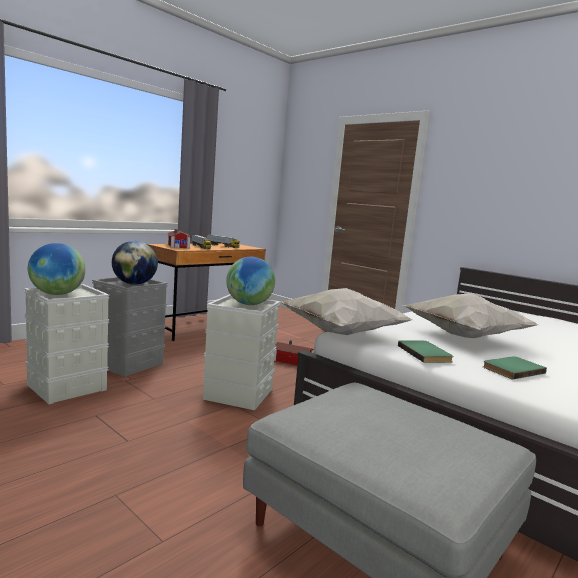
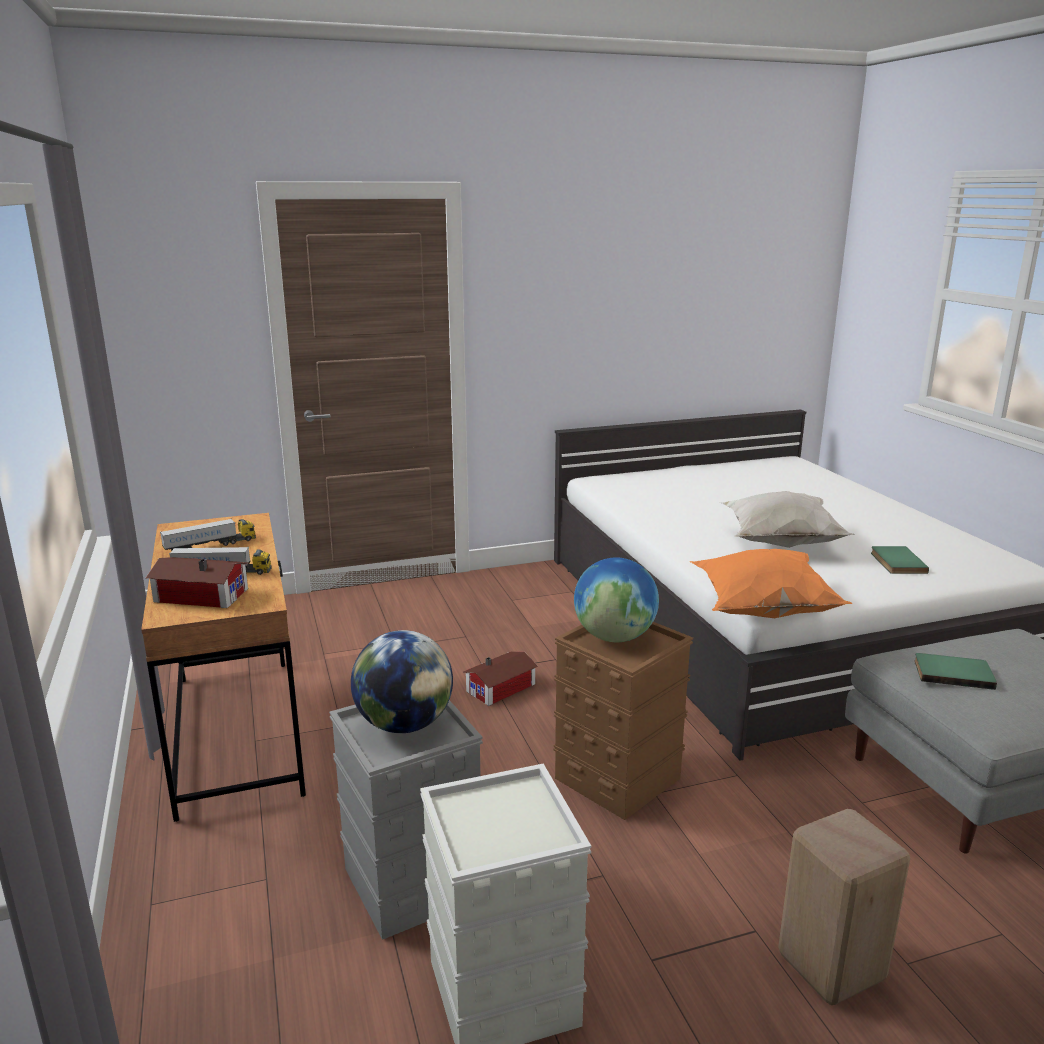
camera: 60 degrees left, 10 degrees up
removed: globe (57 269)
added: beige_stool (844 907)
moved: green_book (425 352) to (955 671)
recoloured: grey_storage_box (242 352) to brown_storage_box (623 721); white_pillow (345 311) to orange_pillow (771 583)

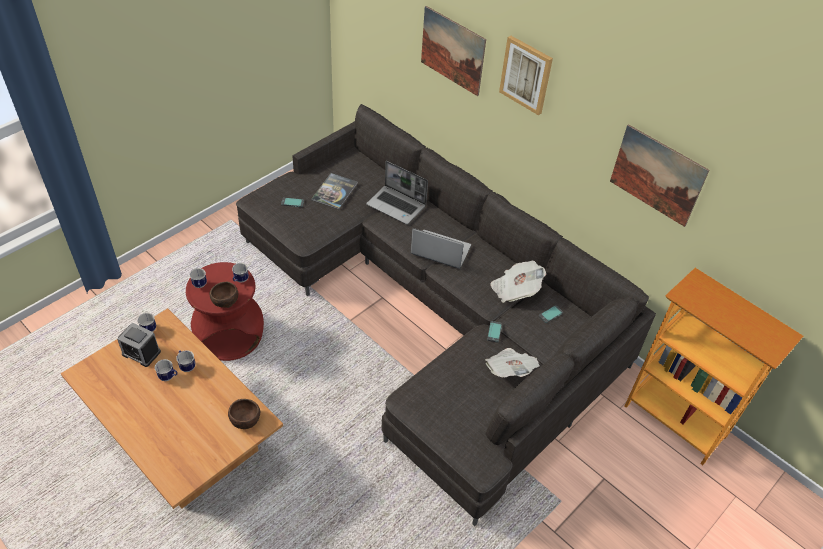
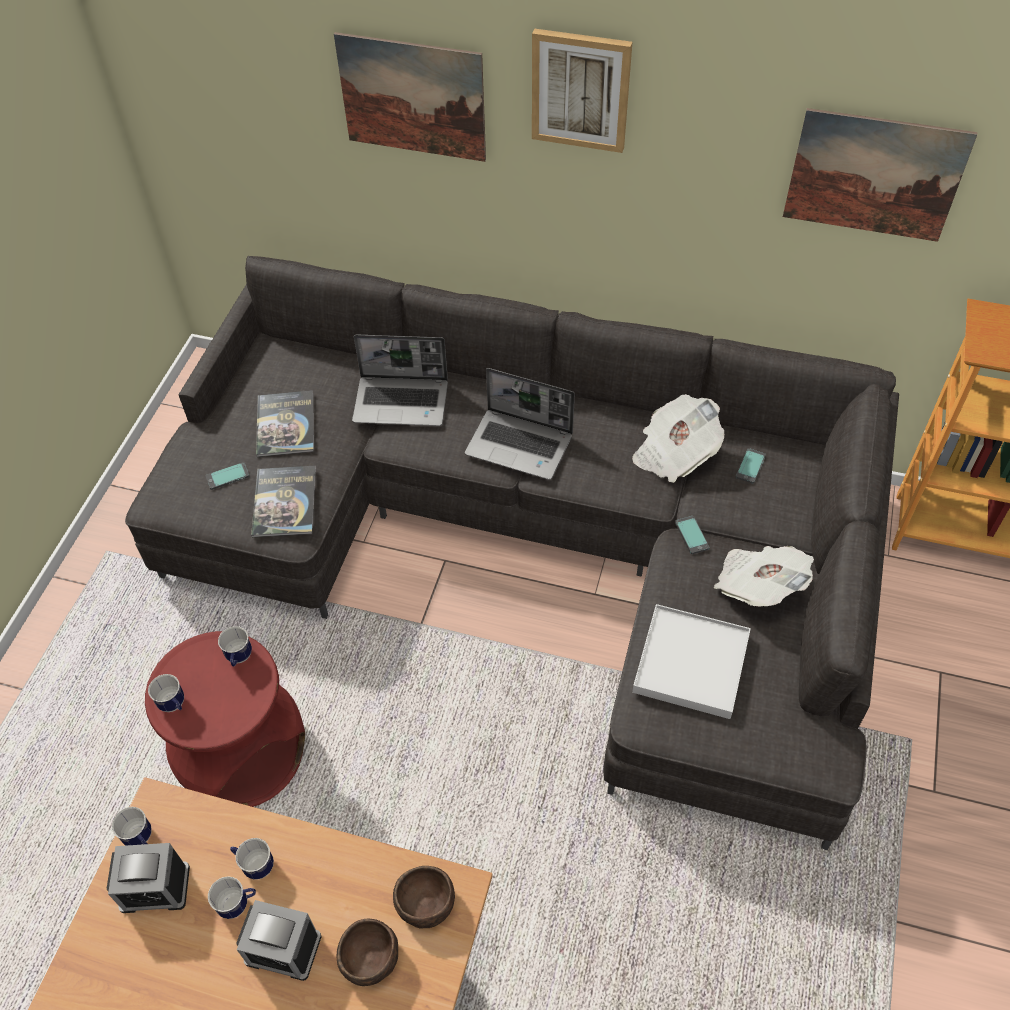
camera: 25 degrees left, 5 degrees up
added: alarm_clock (279 940); book (283 501); white_tray (691 661)
moved: brown_bowl (223 295) to (367 952)
turned: laptop (441 248) = (520 424) 150 degrees counterclockwise

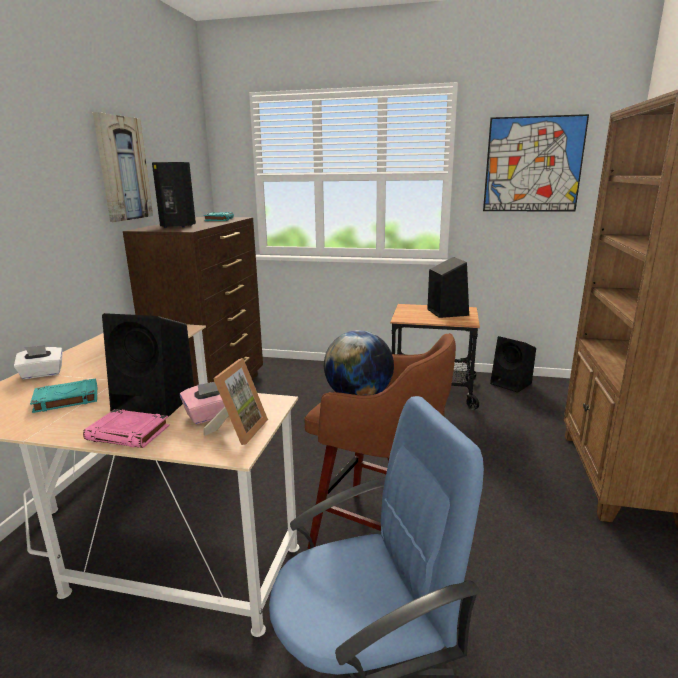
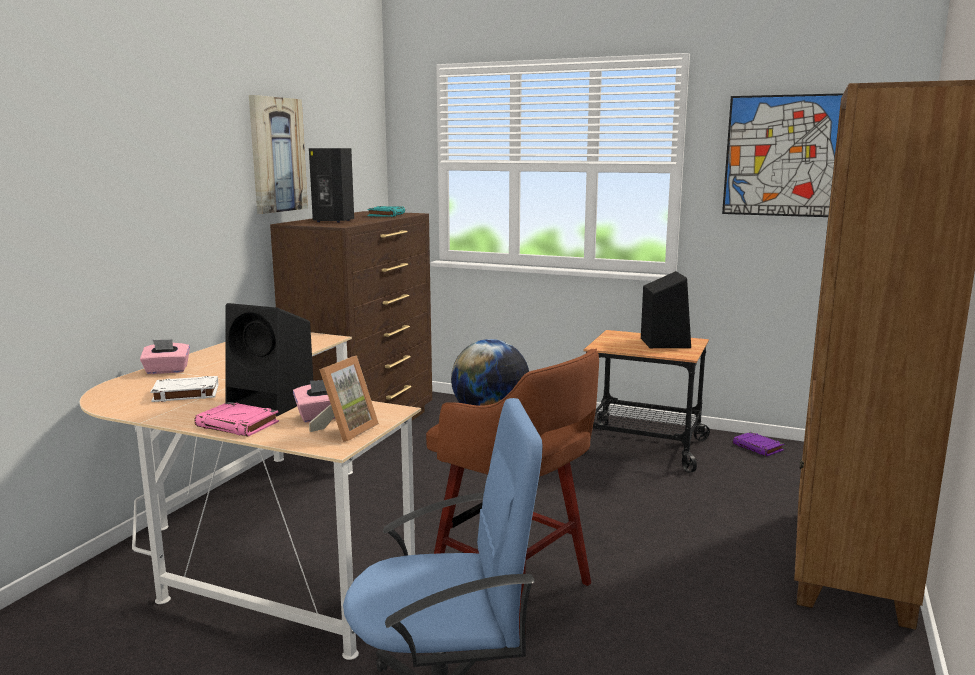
camera: 10 degrees right, 5 degrees down
replaced: black_speaker (513 364) to purple_book (758 444)
recoloured: white_tissue_box (38 362) to pink_tissue_box (165 356); turquoise_book (63 395) to white_book (184 389)

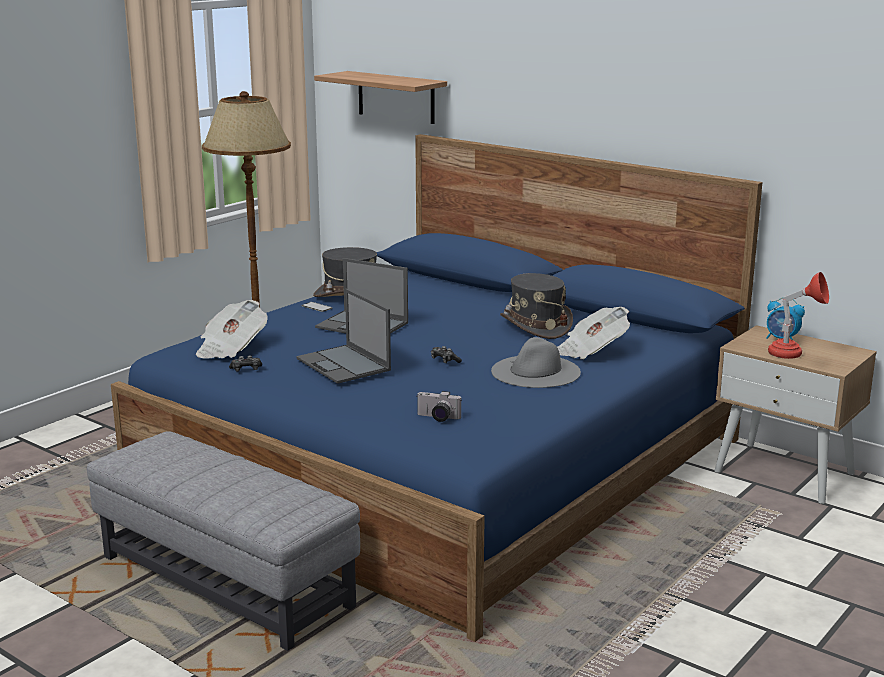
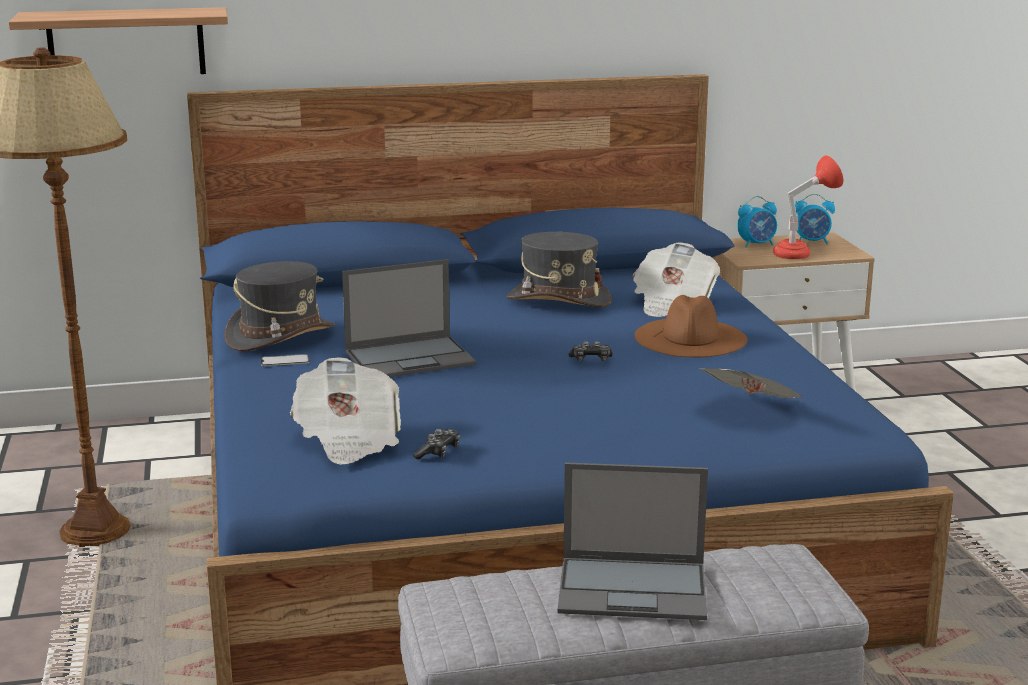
camera: 50 degrees left, 0 degrees up
added: alarm_clock (815 219)
moved: laptop (343 336) to (633 541)
replaced: photo_camera (439 406) to newspaper (749 383)
recoloured: grey_hat (536 362) to brown_hat (691 326)

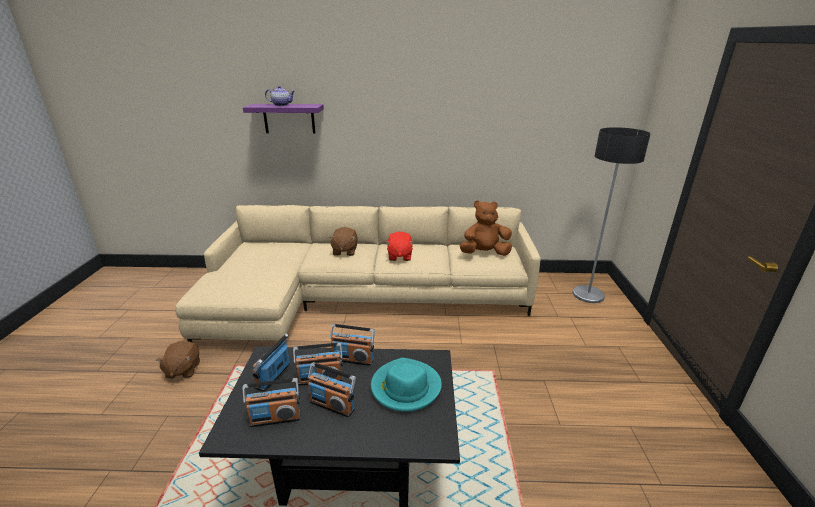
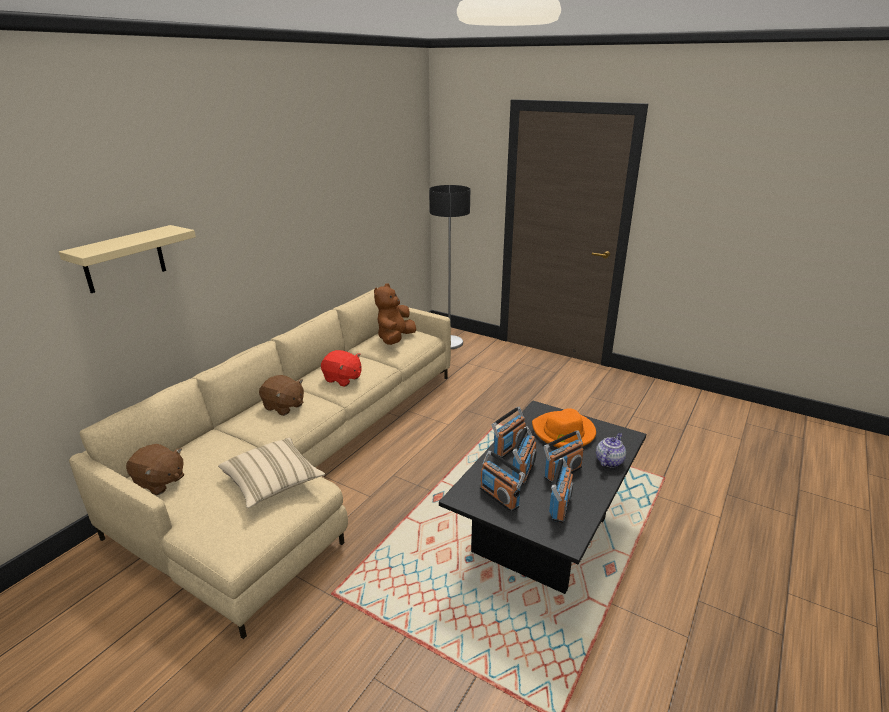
camera: 60 degrees left, 0 degrees up
added: beige_pillow (271 473)
moved: brown_plush_toy (178 360) to (155 469); teapot (280 96) to (611 450)
recoloured: purple_shelf (283 118) to beige_shelf (127 259); turquoise_hat (406 385) to orange_hat (564 428)

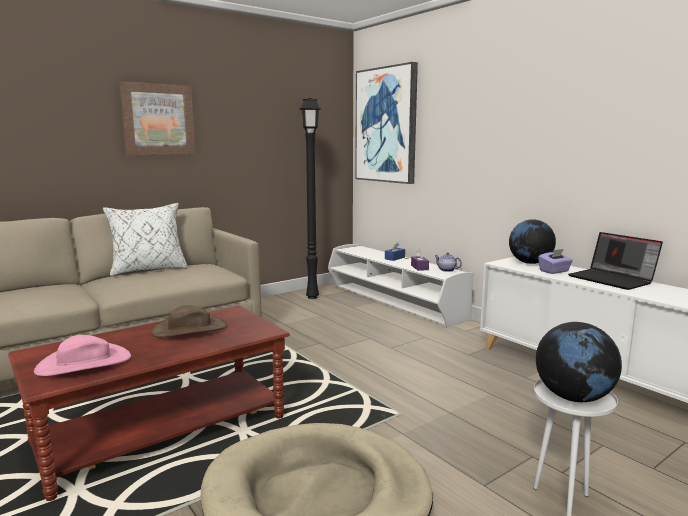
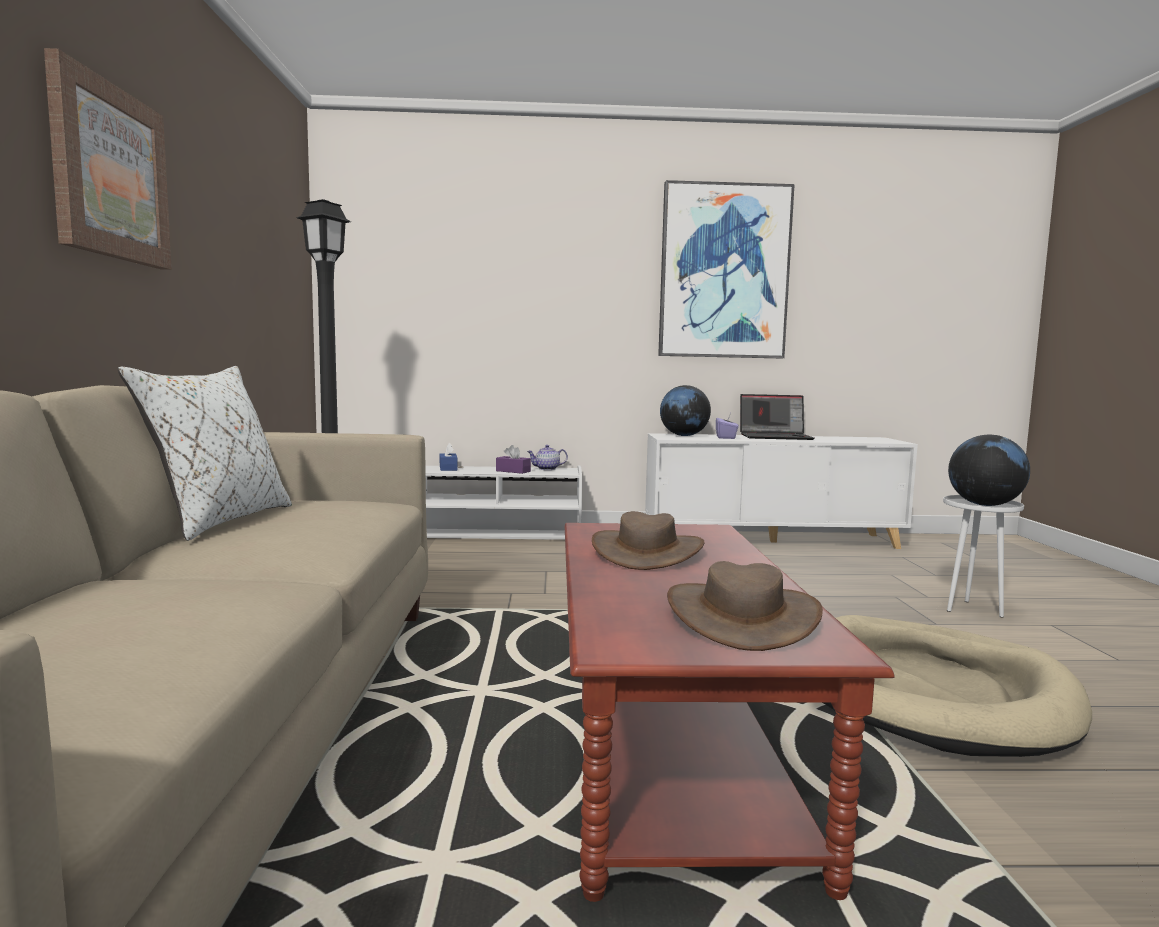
camera: 55 degrees left, 5 degrees down
moved: picture (386 123) to (726 269)
recoloured: pink_hat (82 355) to brown_hat (745 606)

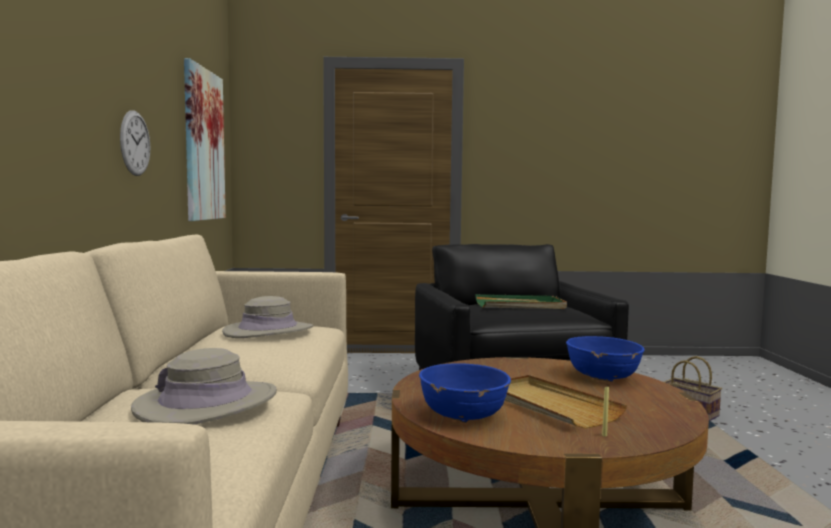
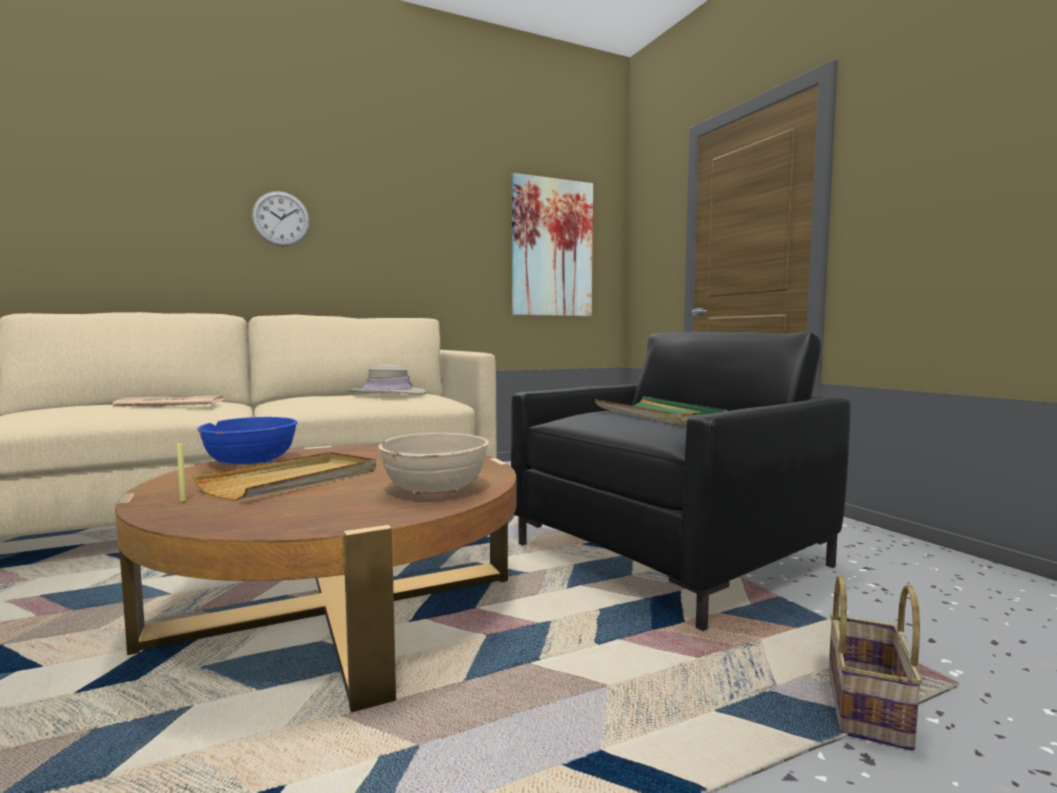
camera: 65 degrees right, 0 degrees up
moved: wall_clock (135 143) to (281 219)
replaced: beige_hat (204 386) to newspaper (167 402)
recoloured: blue_bowl (605 359) to beige_bowl (433 464)

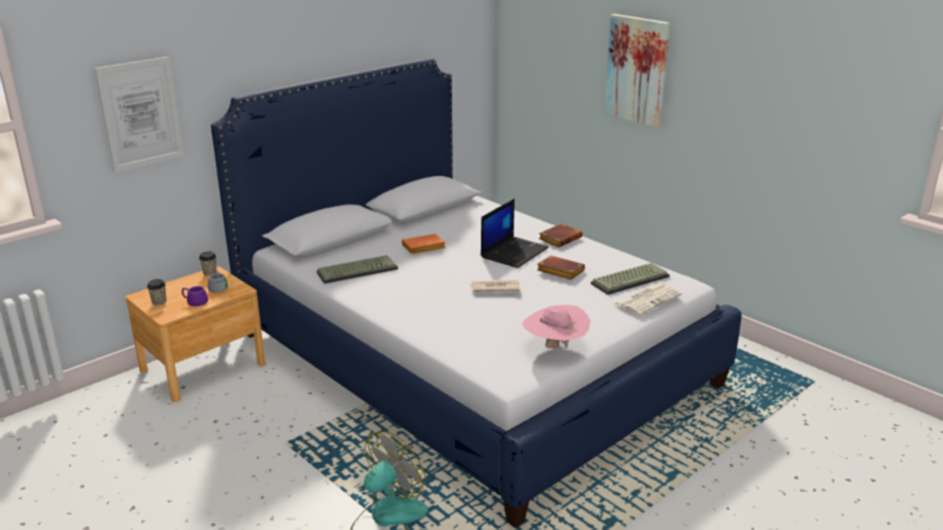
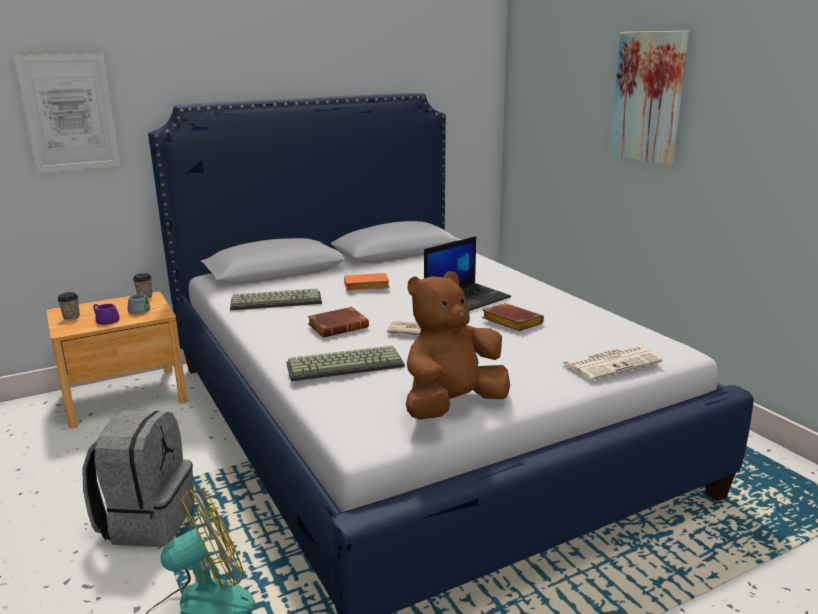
camera: 15 degrees right, 5 degrees down
added: grey_backpack (138 478)
moved: keyboard (630 279) to (345 363); brown_book (561 235) to (338 322)
replaced: pink_hat (556 326) to brown_plush_toy (458 345)

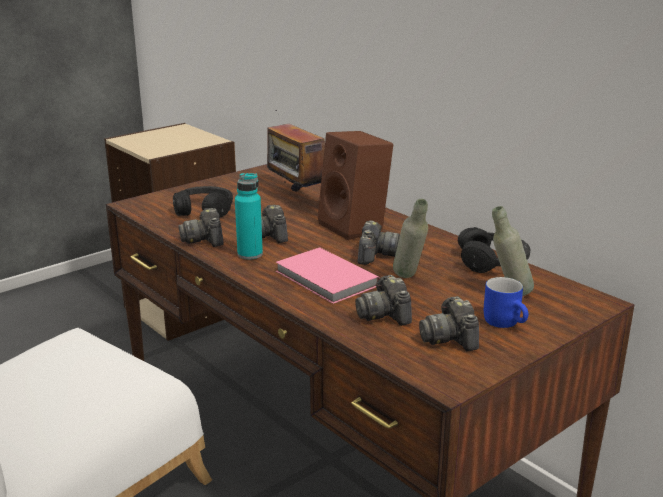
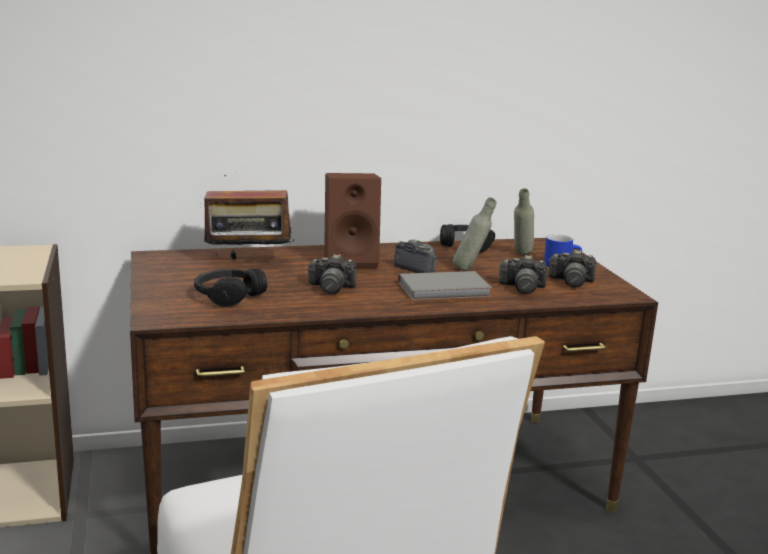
camera: 65 degrees left, 5 degrees down
removed: photo_camera (201 227); turquoise_bottle (249 216)
recoloured: pink_book (328 275) to grey_book (445 285)

